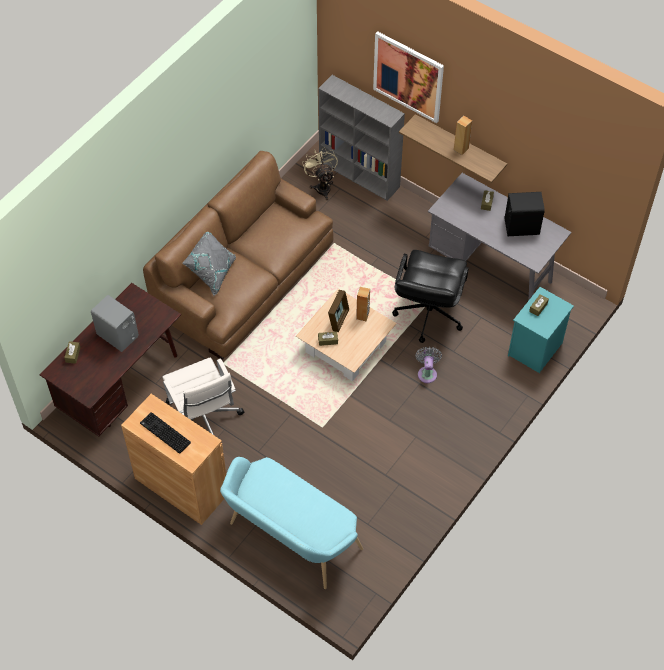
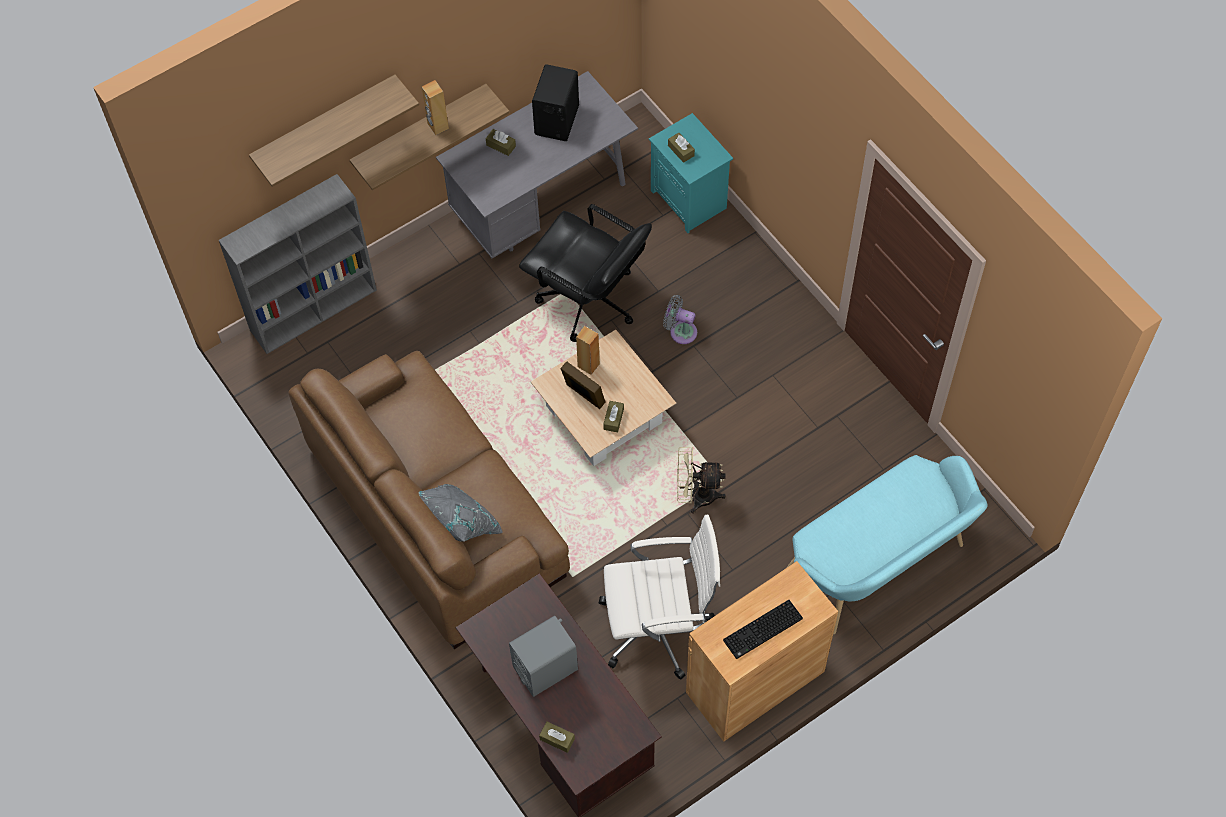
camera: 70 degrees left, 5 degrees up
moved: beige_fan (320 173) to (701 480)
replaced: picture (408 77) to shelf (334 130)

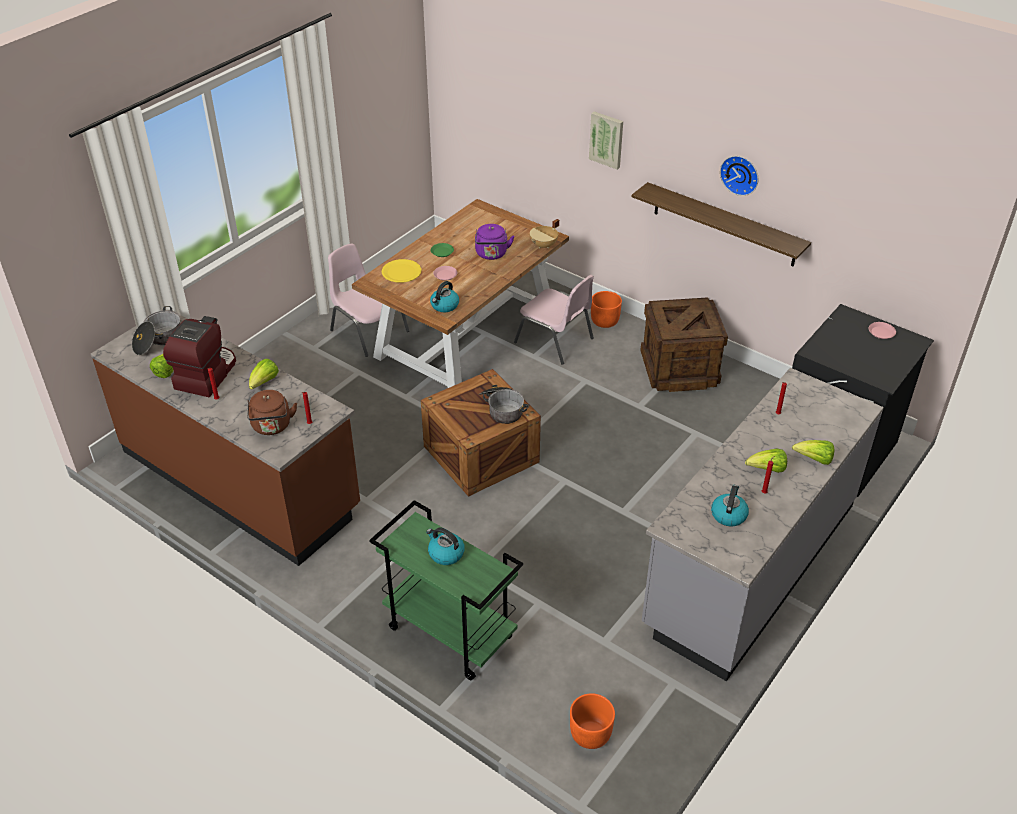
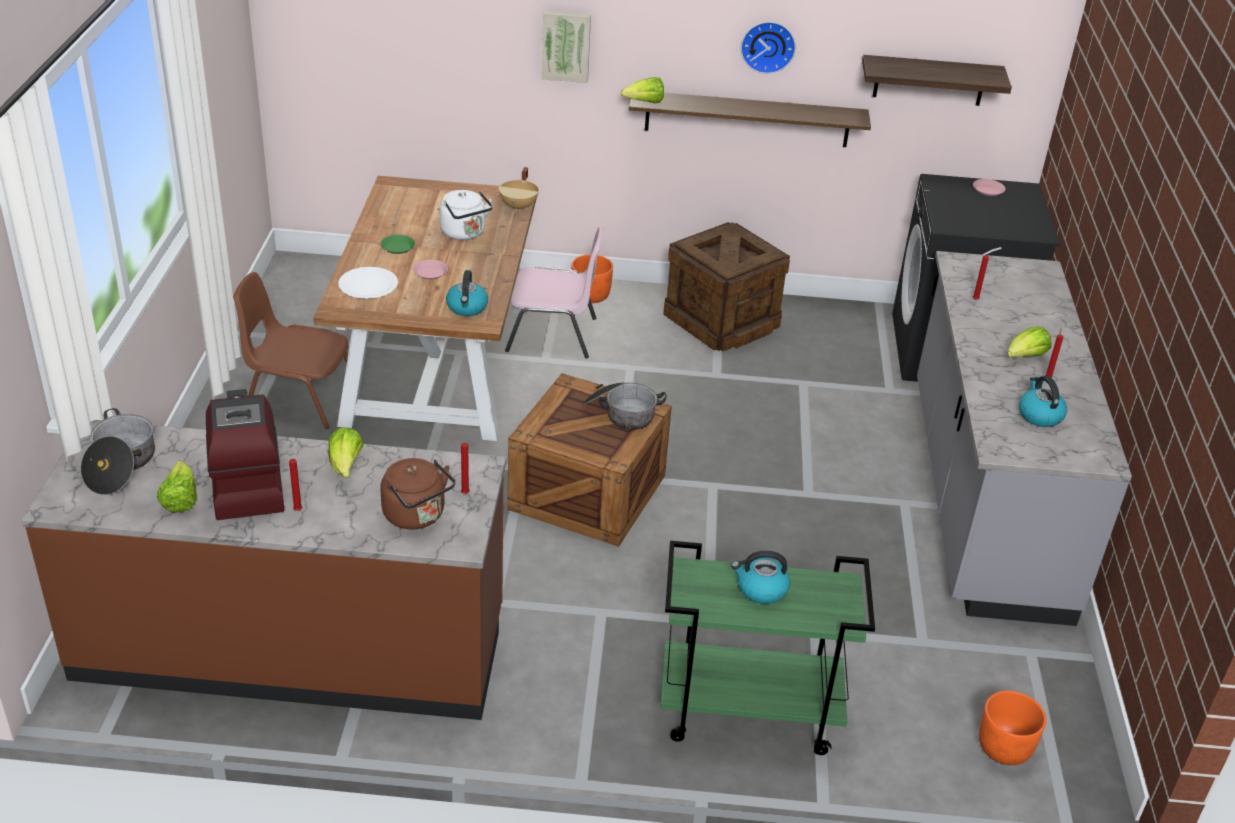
camera: 35 degrees left, 5 degrees down
added: shelf (937 80)
moved: lettuce (813 452) to (642 90)
recoloured: pink_chair (368 300) to brown_chair (290 350); yellow_plate (401 271) to white_plate (368 283); purple_kettle (494 242) to white_kettle (466 215)

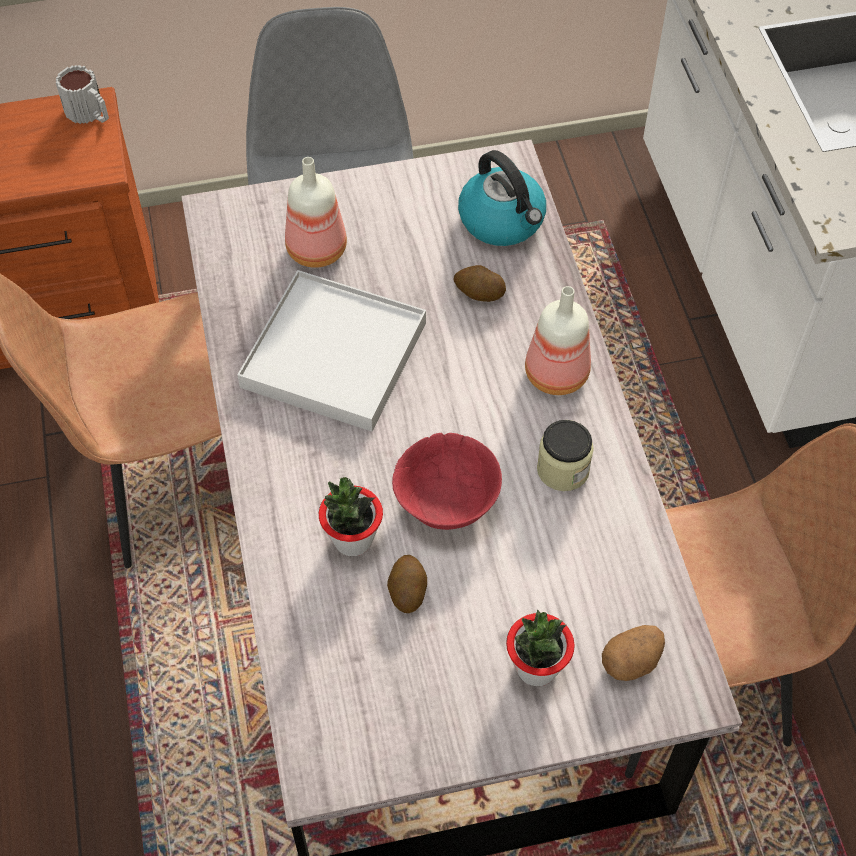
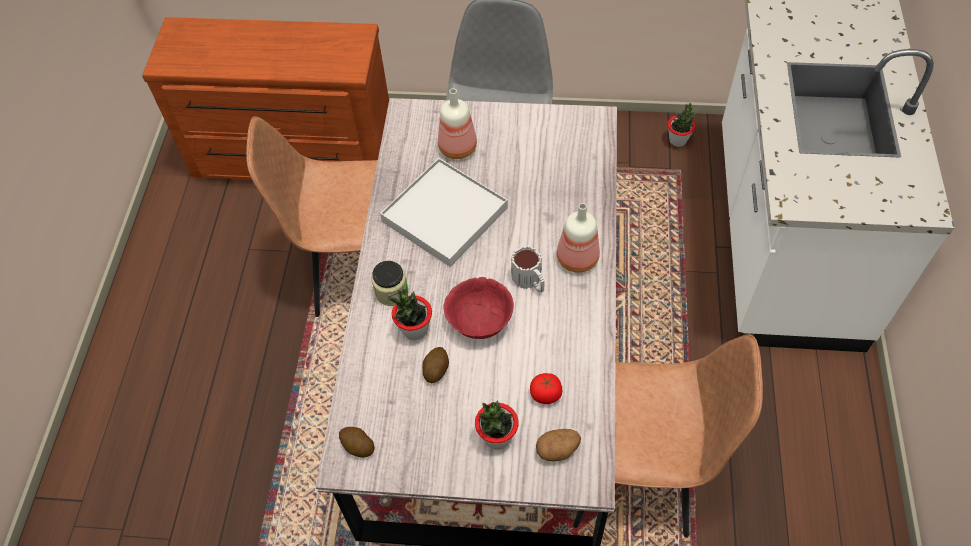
camera: 20 degrees right, 0 degrees up
removed: kettle (502 198)
added: tomato (546 388); potted_plant (682 125)
moved: potato (480 283) to (357 442); jar (565 455) to (390 283); mug (82 94) to (528 269)

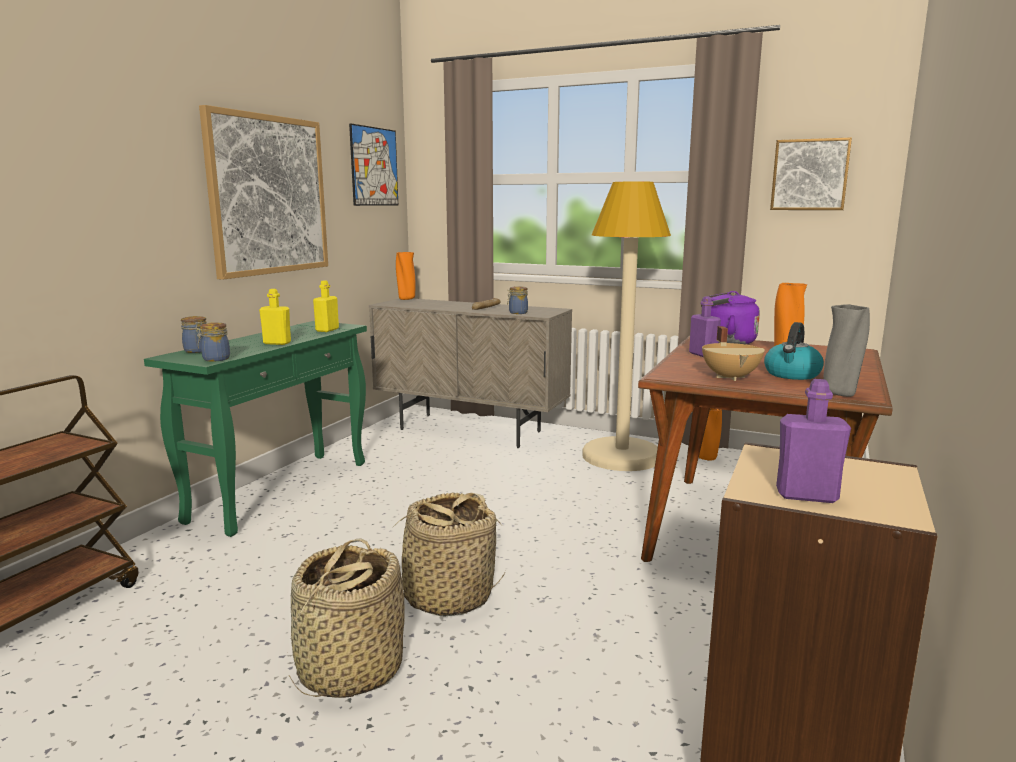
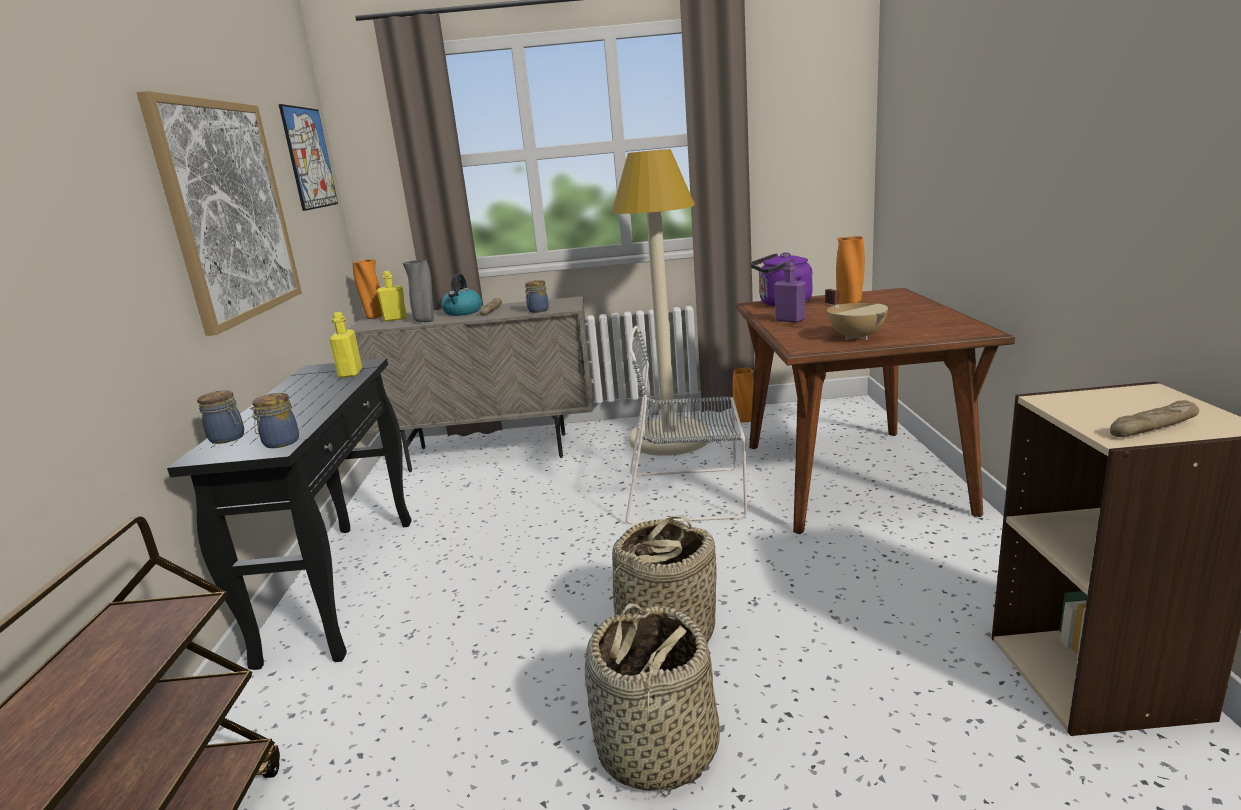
camera: 25 degrees left, 5 degrees up
removed: picture (811 173)
added: grey_chair (686 425)
moved: yellow_bottle (275 317) to (391 296); grey_vase (846 350) to (418 291); kettle (794 351) to (461 295)
replaced: purple_bottle (813 441) to bread (1154 418)
recoloured: green_console_table (255 429) to black_console_table (289 514)

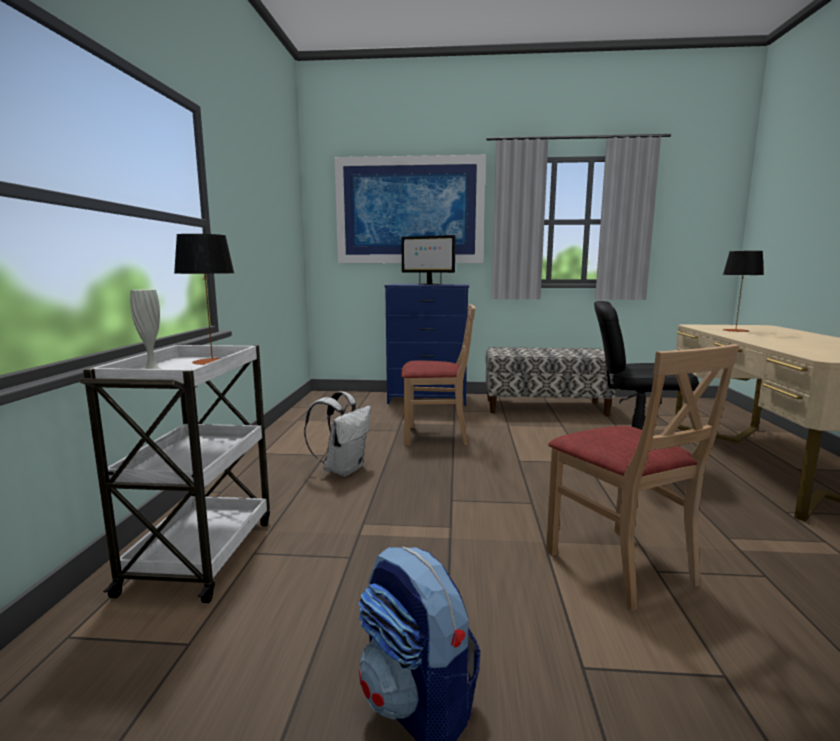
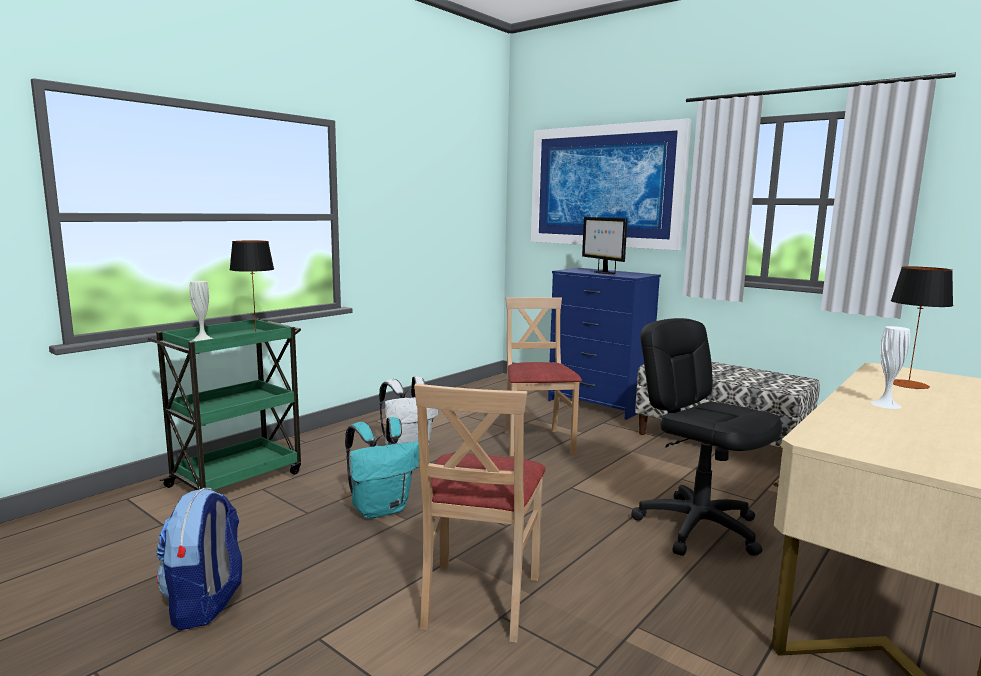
camera: 35 degrees right, 0 degrees up
added: turquoise_backpack (382 468); white_vase (890 367)
recoloured: white_cart (174 473) to green_cart (224 405)
turned: beige_chair (438 375) = (543 376) 135 degrees counterclockwise

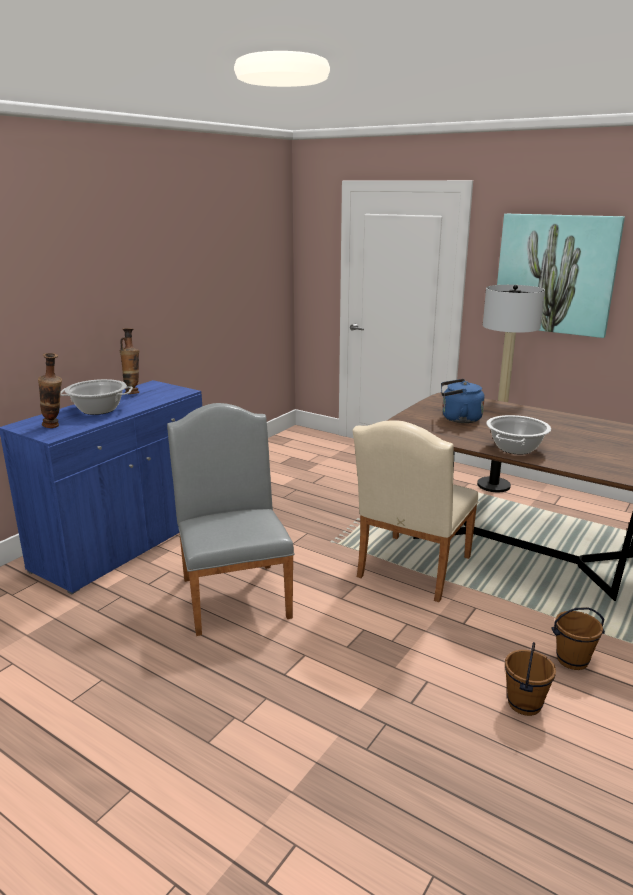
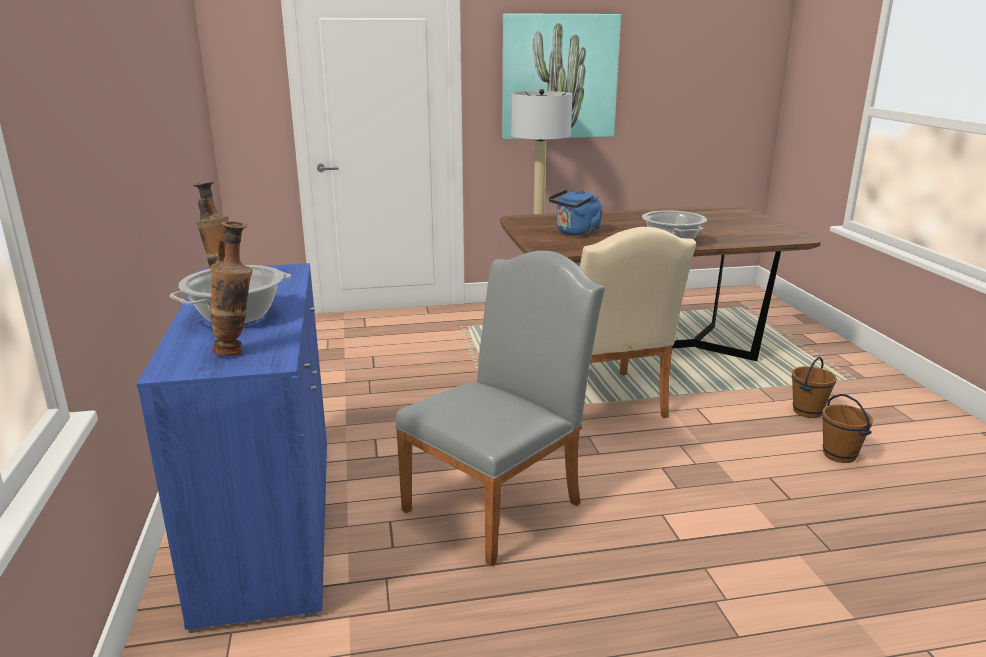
camera: 45 degrees left, 0 degrees up
turned: grey_chair (231 519) = (500 409) 105 degrees clockwise

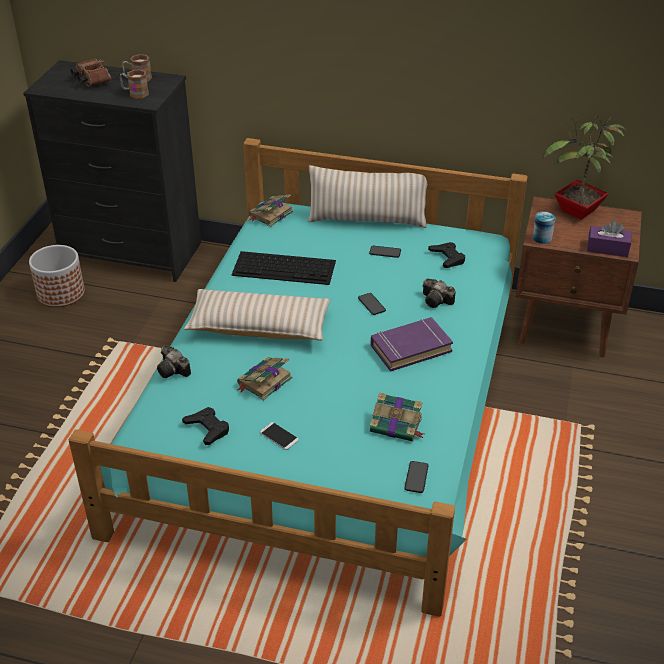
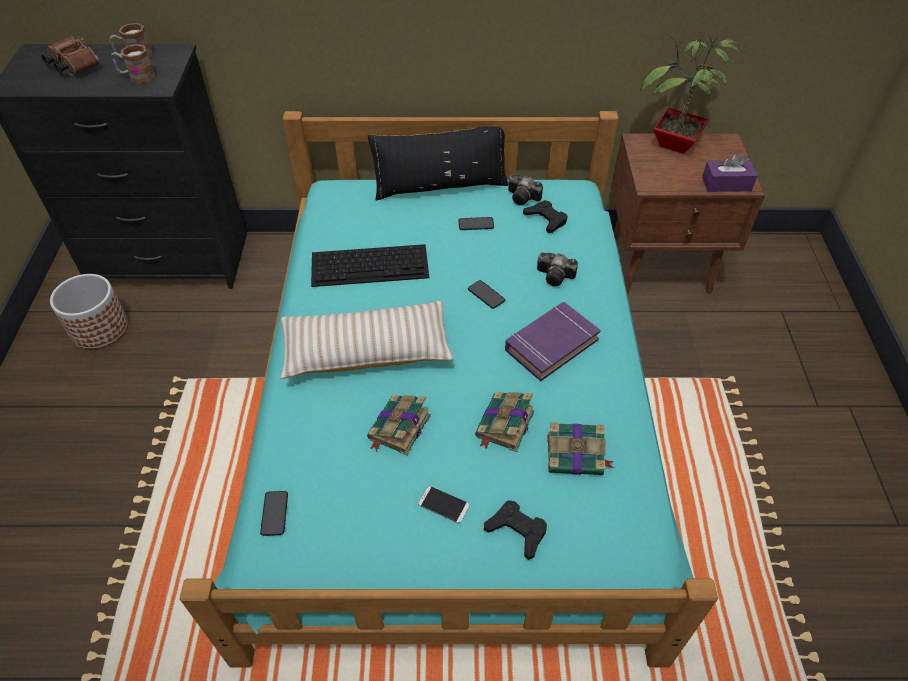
camera: 15 degrees left, 10 degrees up
removed: can (544 227)
moved: phone (417 477) to (274 513); book (271 210) to (504 422); black_game_controller (205 426) to (515 530); photo_camera (174 361) to (525 189)
recoloured: beige_pillow (367 196) to black_pillow (437 163)

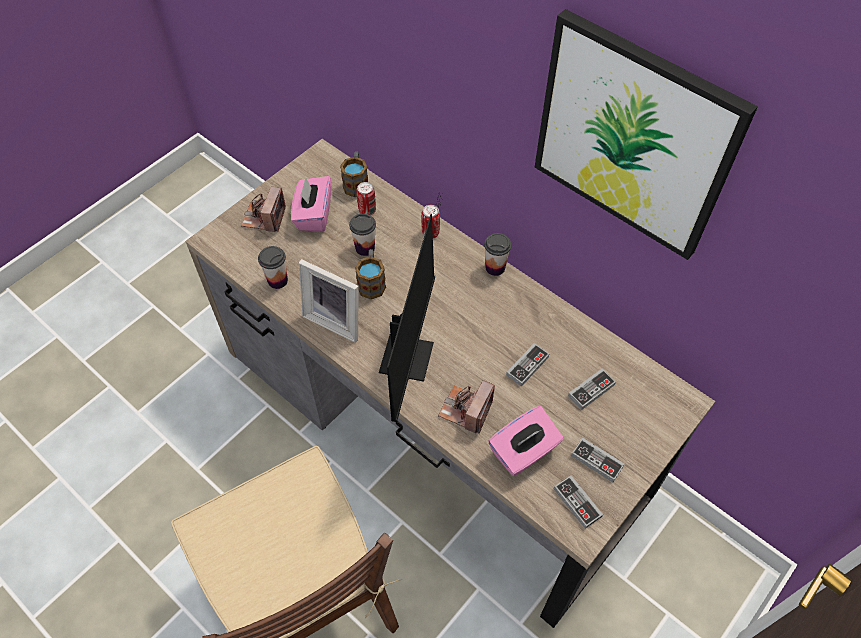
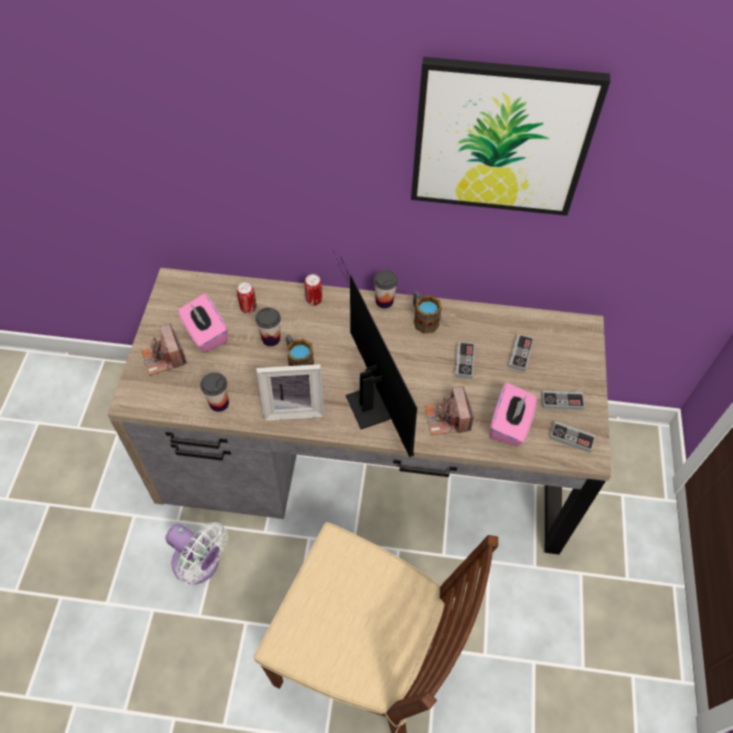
camera: 35 degrees left, 0 degrees up
added: white_fan (197 553)
moved: mug (354 174) to (427 312)

